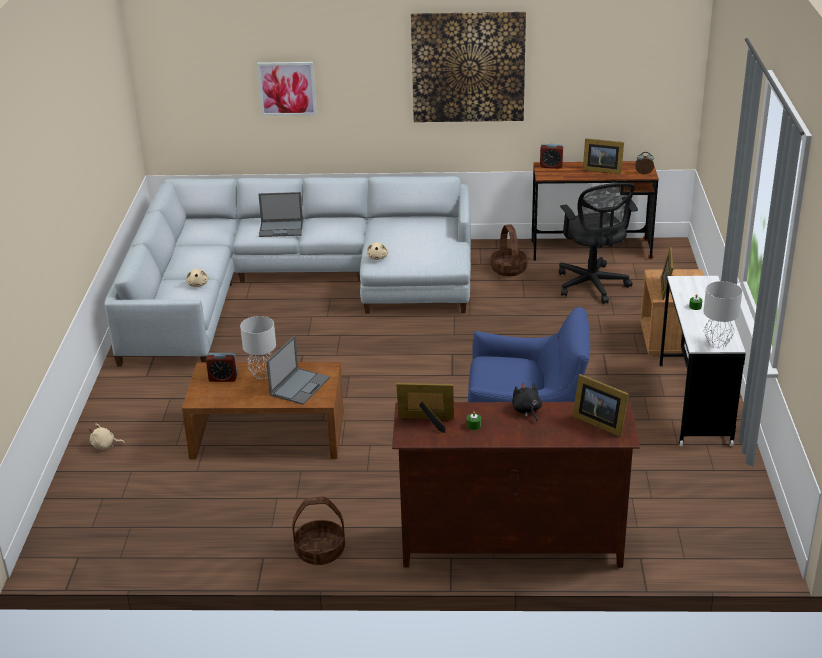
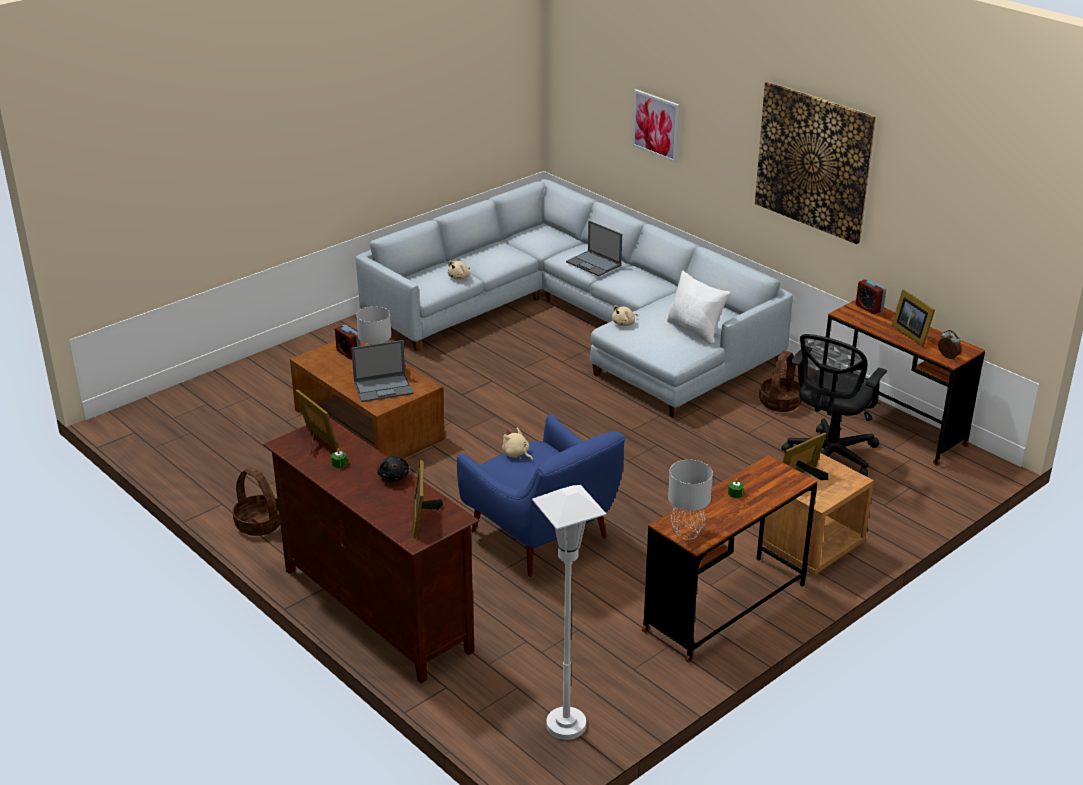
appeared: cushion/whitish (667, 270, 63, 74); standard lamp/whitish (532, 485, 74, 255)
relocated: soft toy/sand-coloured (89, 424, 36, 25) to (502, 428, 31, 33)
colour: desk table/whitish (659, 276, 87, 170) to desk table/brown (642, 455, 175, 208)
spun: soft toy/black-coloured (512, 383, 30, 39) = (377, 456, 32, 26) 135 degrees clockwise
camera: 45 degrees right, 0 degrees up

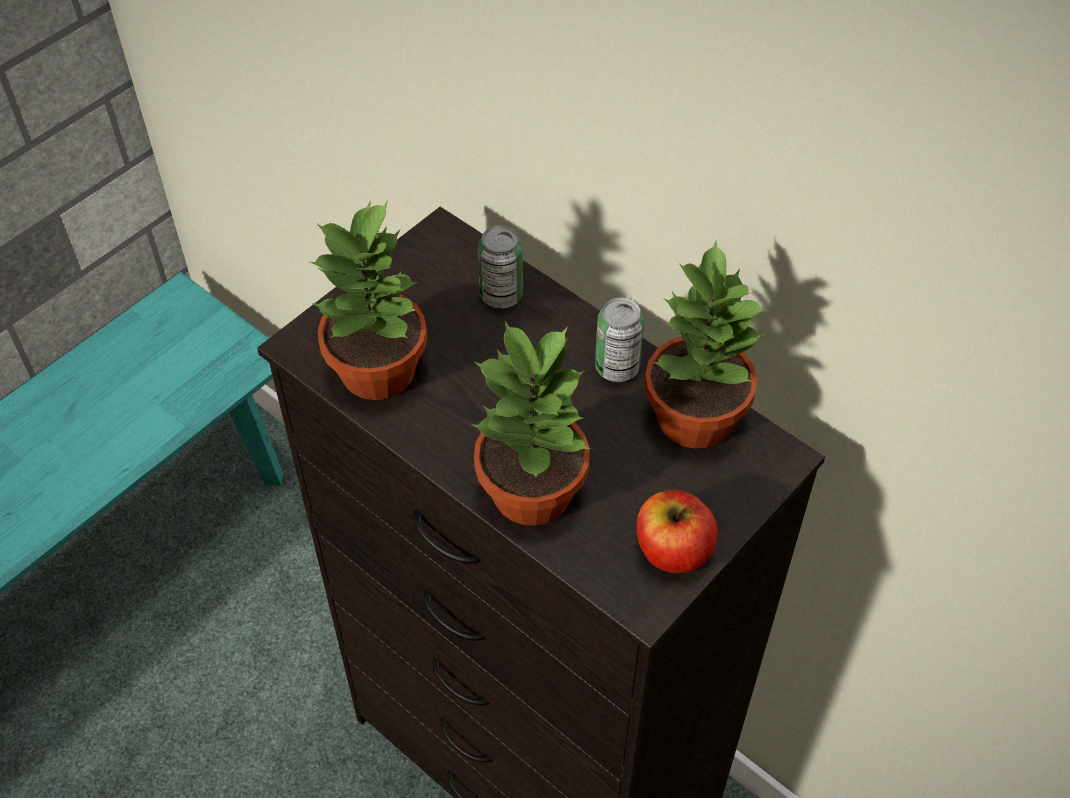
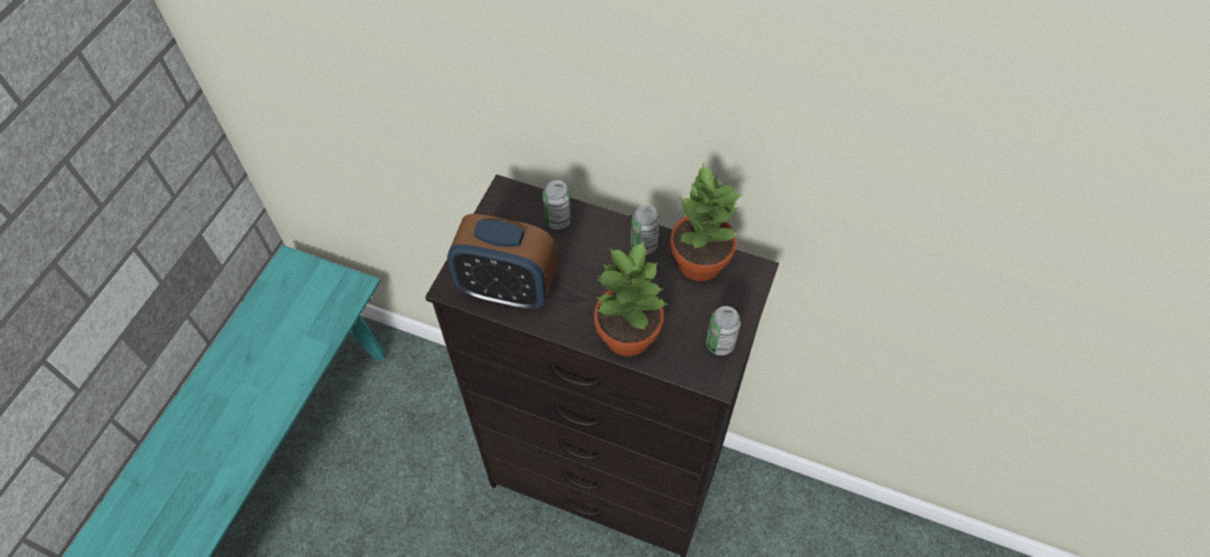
exchanged: plant in a pot (310, 201, 117, 199) to bedside clock (447, 214, 110, 96); apple fruit (637, 490, 81, 83) to sealed can (706, 306, 35, 50)
camera: 20 degrees left, 5 degrees up

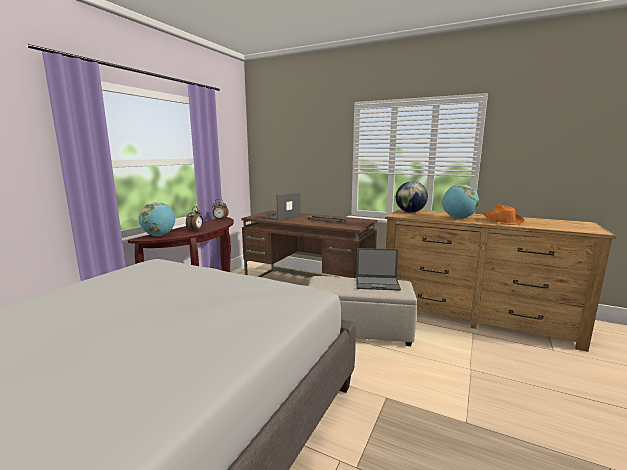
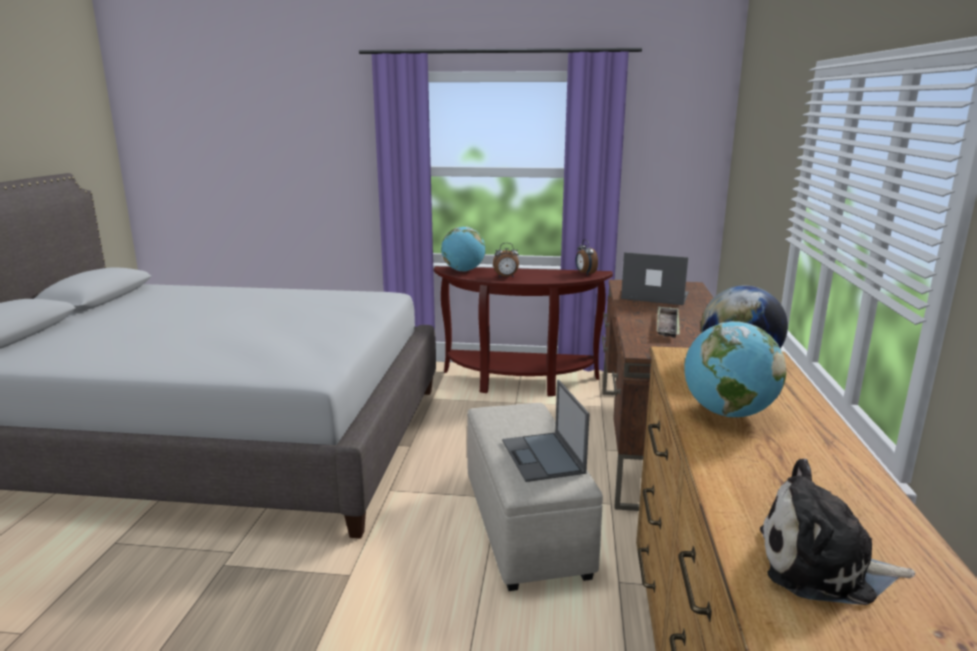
missing: clothing hat/orangey (483, 204, 42, 21)
appeared: soft toy (760, 459, 155, 146)
camera: 70 degrees right, 5 degrees up

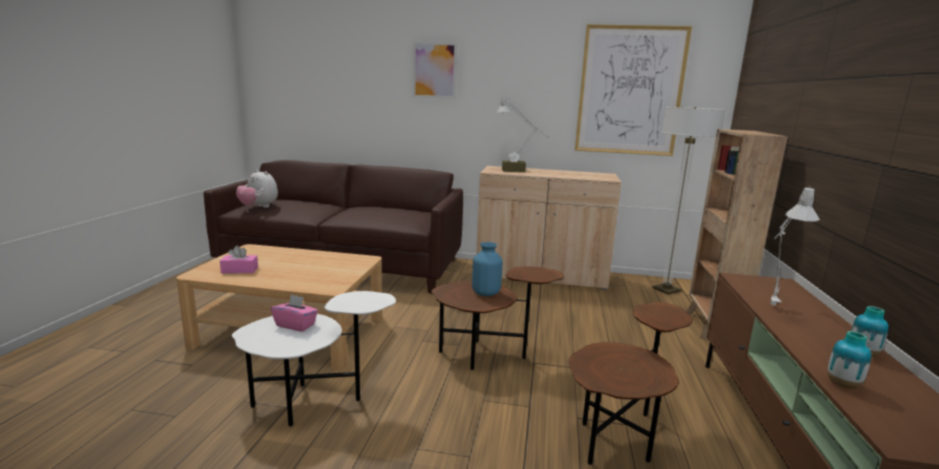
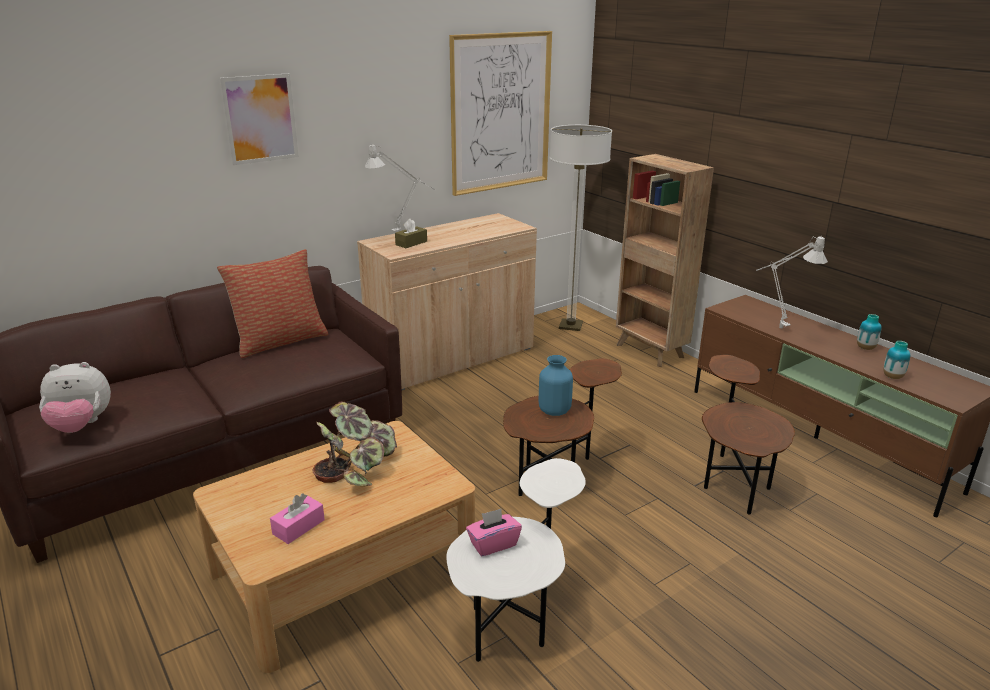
appeared: cushion (217, 249, 111, 109); plant in a pot (313, 401, 84, 85)
camera: 45 degrees left, 10 degrees up

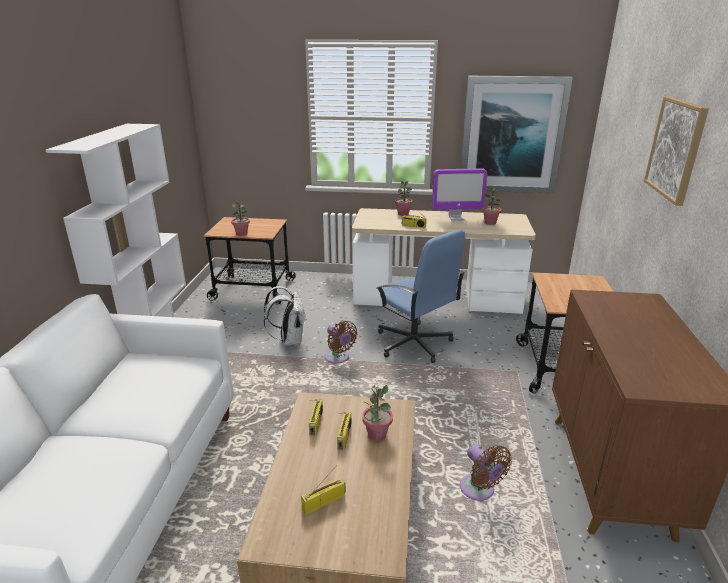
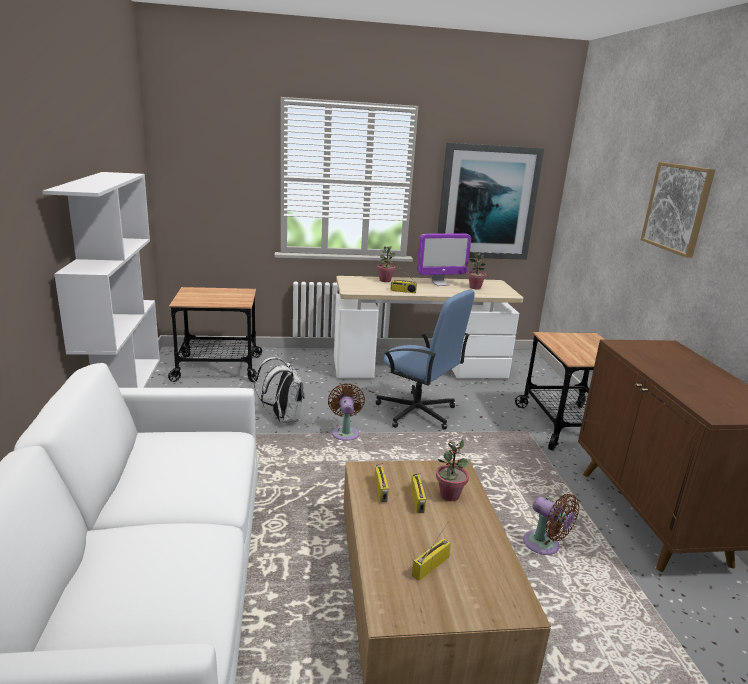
missing: plant in a pot (231, 201, 19, 35)
spun: cooling fan/brown (325, 321, 33, 43) = (328, 383, 37, 58) 135 degrees counterclockwise
camera: 15 degrees left, 5 degrees down

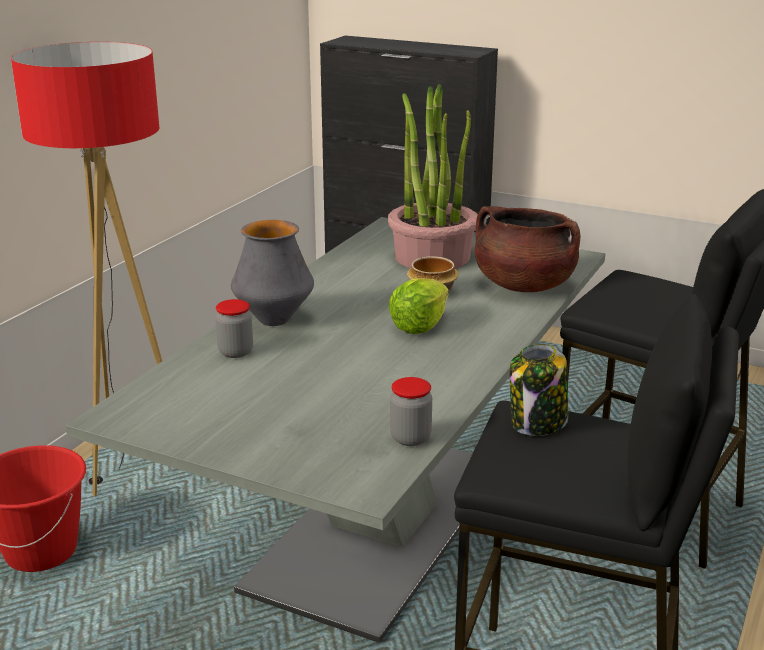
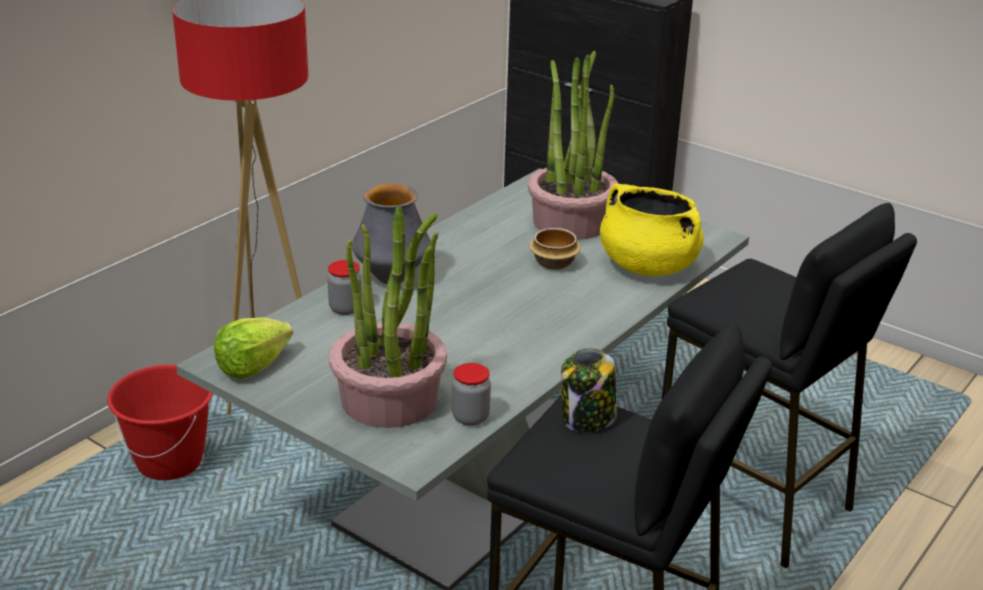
appeared: plant in a pot (329, 205, 118, 223)
relocated: lettuce (389, 279, 60, 55) to (214, 317, 79, 62)
colour: stockpot/brown (475, 206, 105, 86) to stockpot/yellowish (600, 183, 104, 93)
camera: 10 degrees right, 5 degrees up

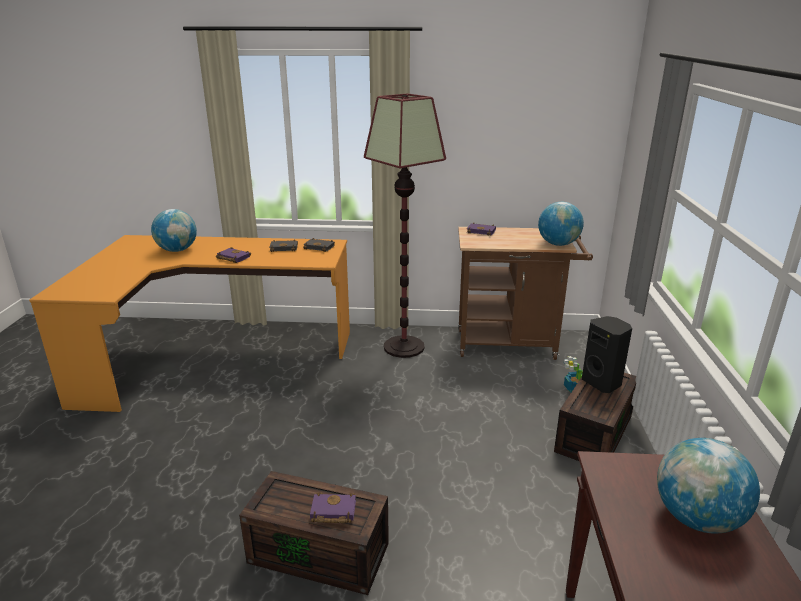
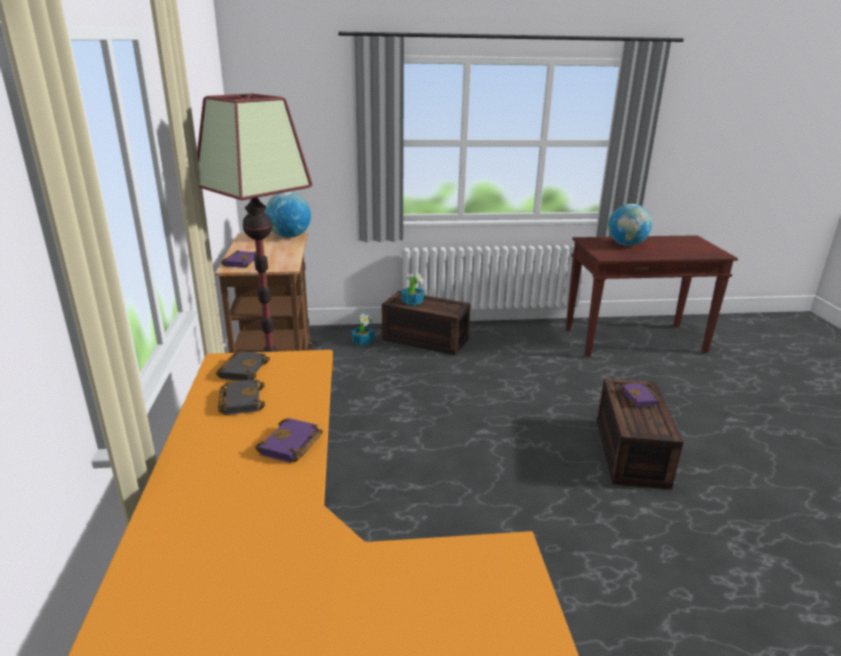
missing: globe (151, 209, 46, 43)
exchanged: loudspeaker/black-coloured (582, 316, 50, 77) to plant in a pot (402, 272, 22, 34)
camera: 100 degrees left, 0 degrees up

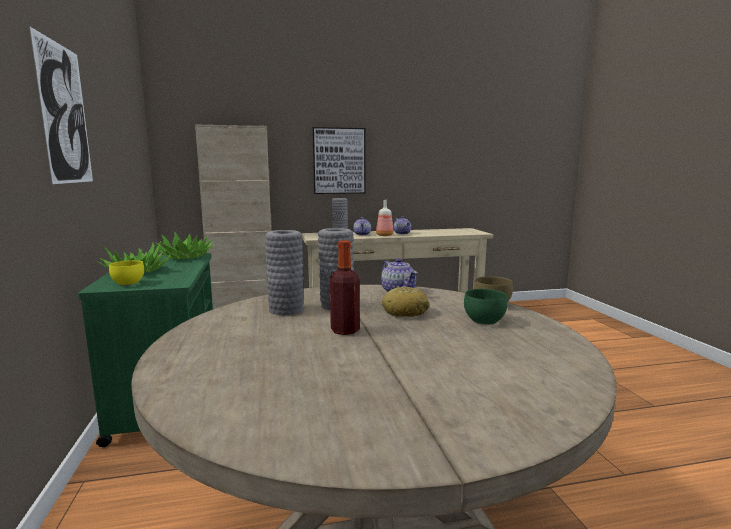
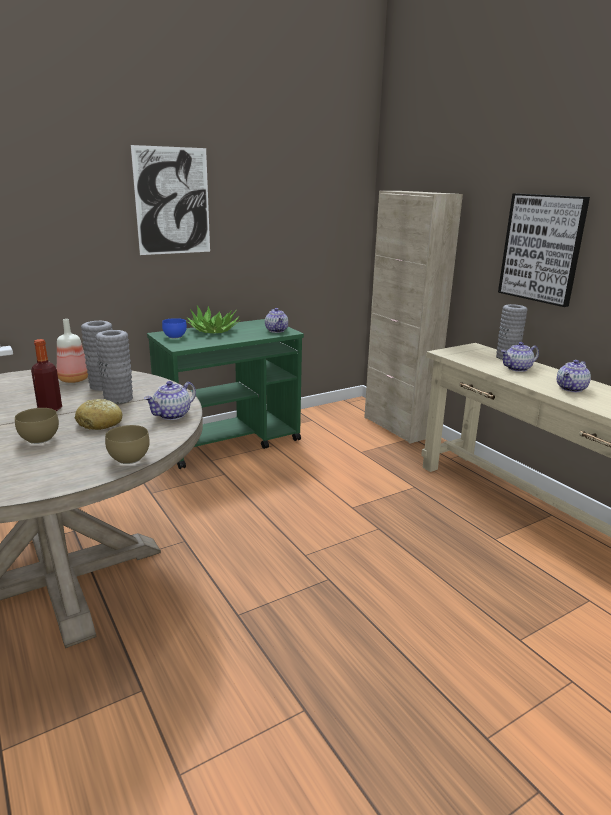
missing: bowl/green (464, 289, 44, 36)
appeared: bowl/brown (15, 408, 44, 36)
relocated: beverage bottle (376, 200, 17, 36) to (57, 319, 31, 64)
exchanged: plant in a pot (155, 232, 60, 27) to pot for tea (265, 308, 23, 25)
colour: bowl/yellowish (109, 260, 35, 26) to bowl/blue-coloured (162, 318, 25, 20)
camera: 70 degrees right, 10 degrees up

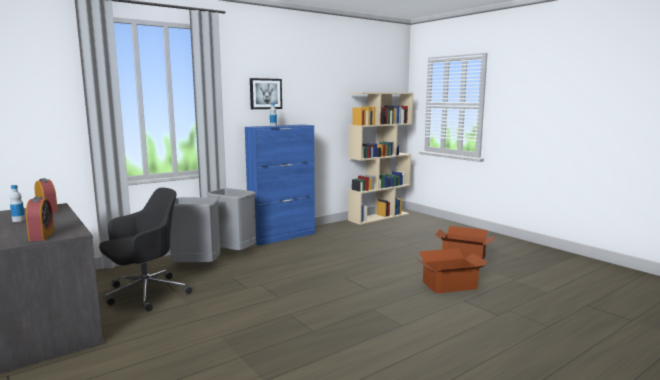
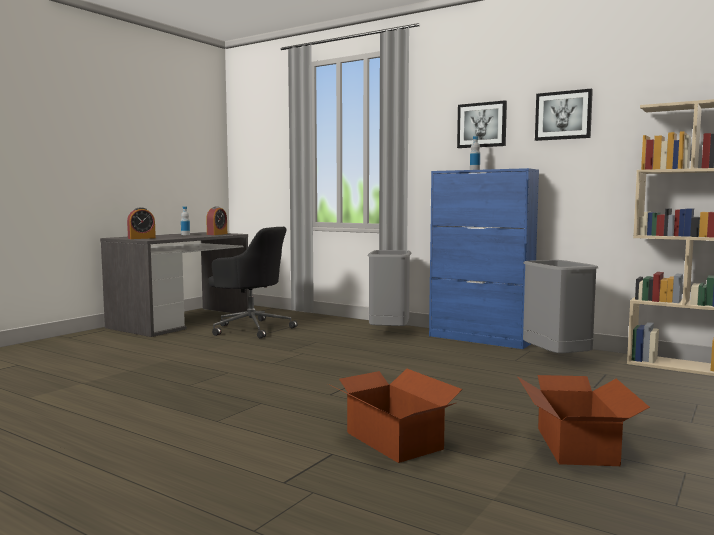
appeared: wall art (535, 89, 58, 52)
relocated: trash can/grey (170, 197, 50, 65) to (523, 260, 75, 93)
camera: 70 degrees right, 5 degrees down

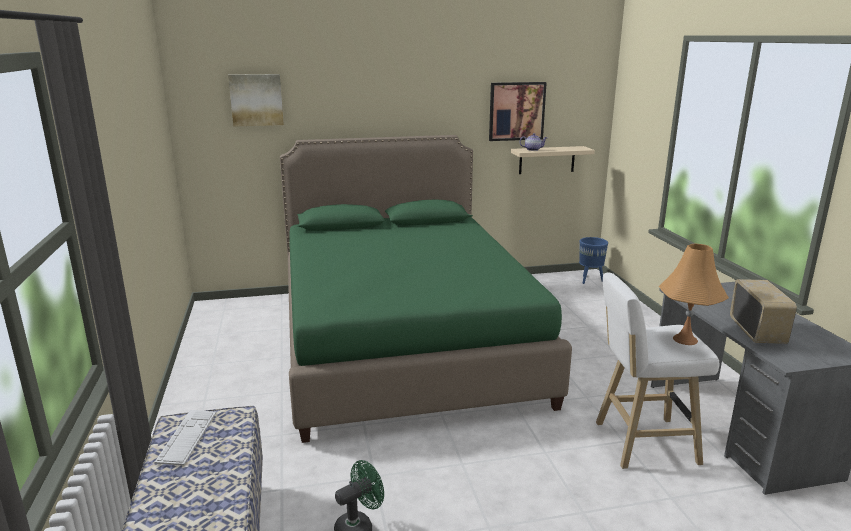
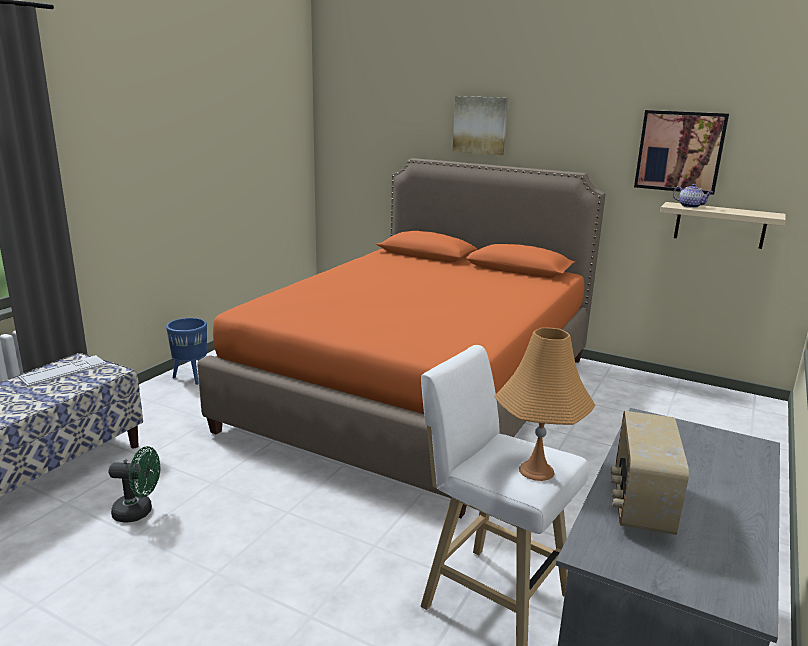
relocated: wall art (228, 74, 56, 53) to (453, 96, 55, 59); plant pot/blue-coloured (579, 237, 29, 47) to (166, 318, 41, 67)
colour: bed/green (280, 135, 292, 308) to bed/orangey (197, 158, 409, 360)
spun: radio set (730, 279, 67, 65) = (610, 411, 79, 124) 150 degrees clockwise
camera: 40 degrees right, 0 degrees up

